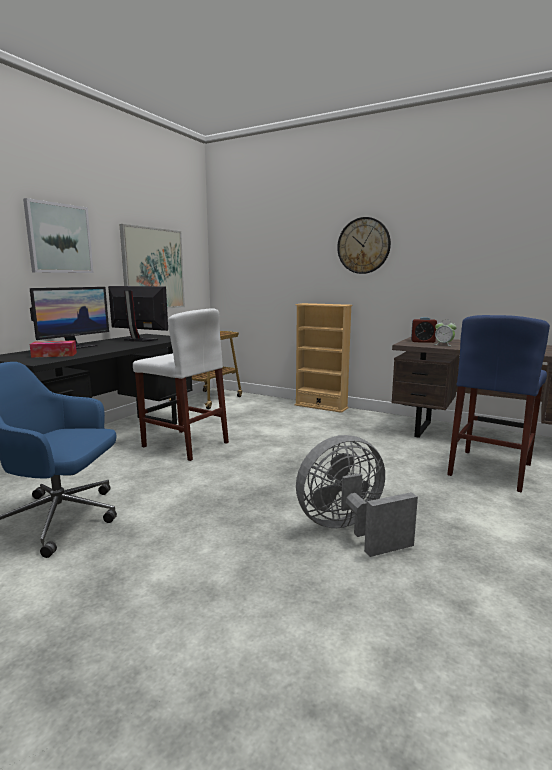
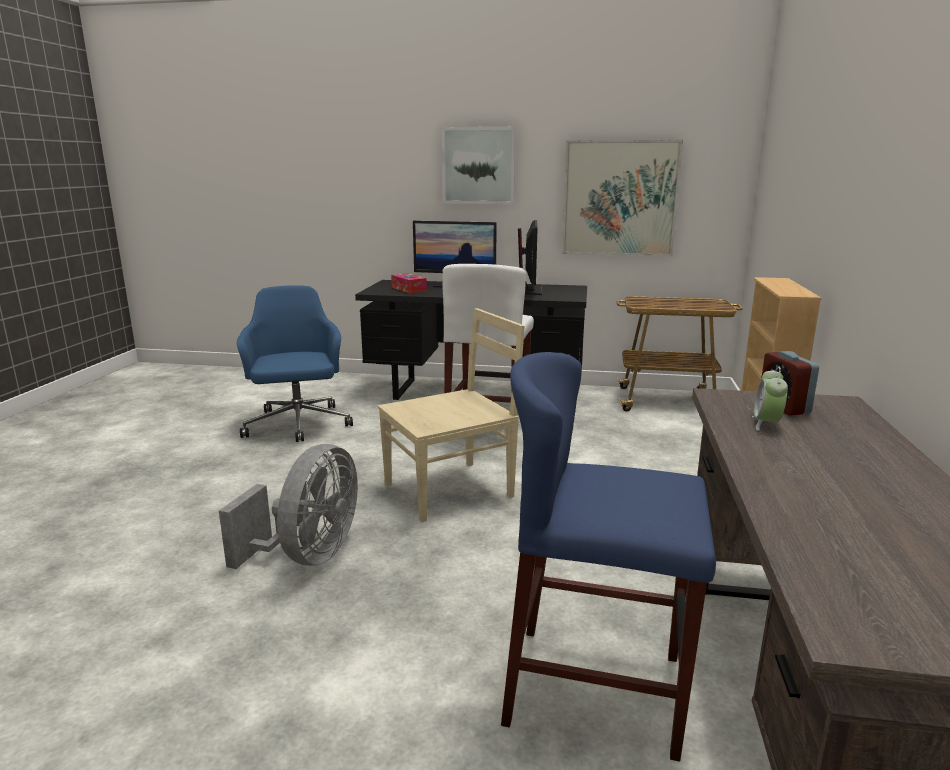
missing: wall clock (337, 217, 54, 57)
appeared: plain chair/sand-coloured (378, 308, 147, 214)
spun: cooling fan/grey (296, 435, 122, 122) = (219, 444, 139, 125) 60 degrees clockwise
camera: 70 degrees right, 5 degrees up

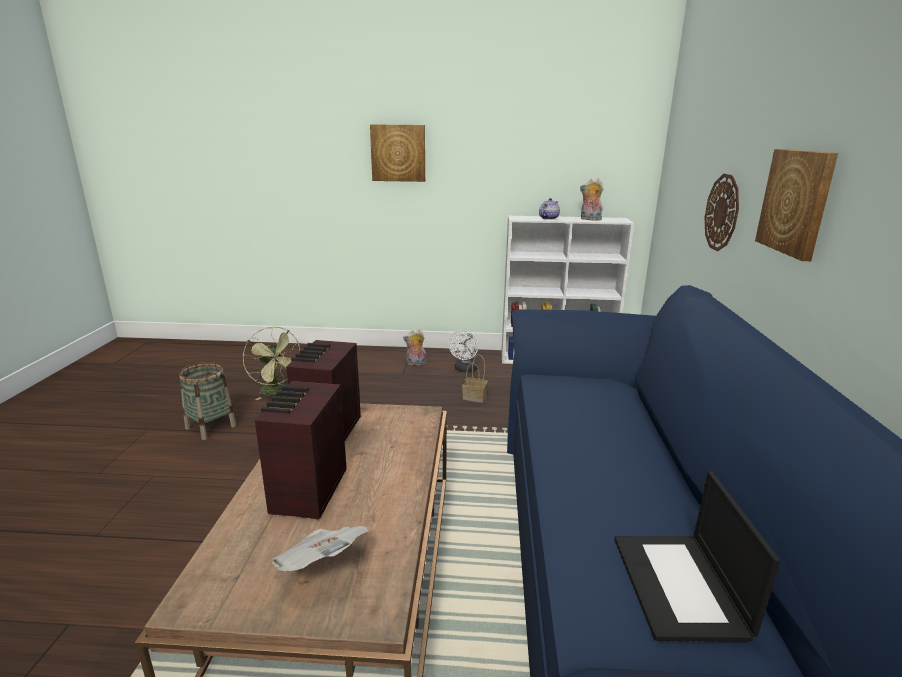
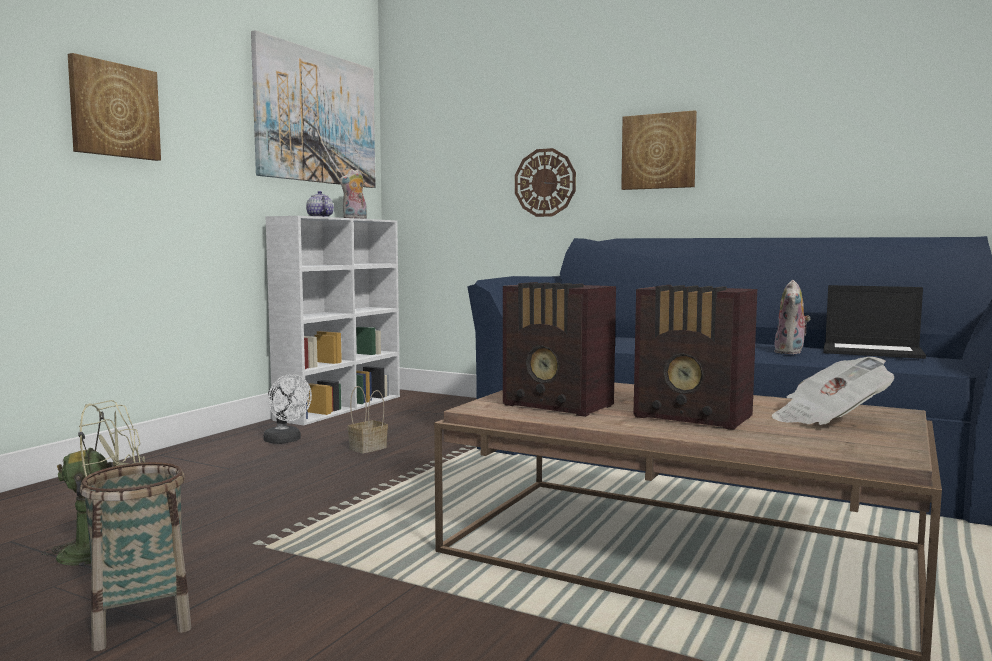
appeared: wall art (251, 30, 125, 158)
relocated: soft toy (403, 329, 23, 37) to (775, 280, 35, 74)
camera: 65 degrees left, 15 degrees down

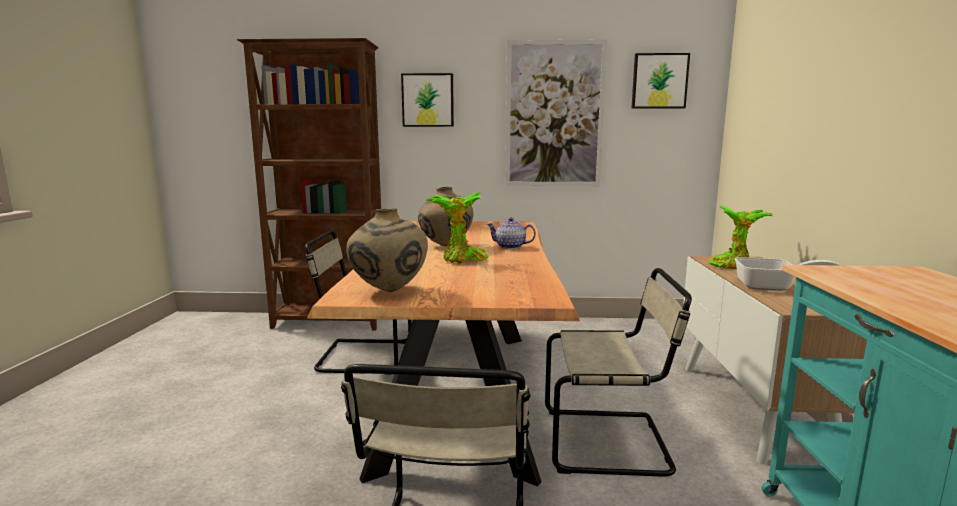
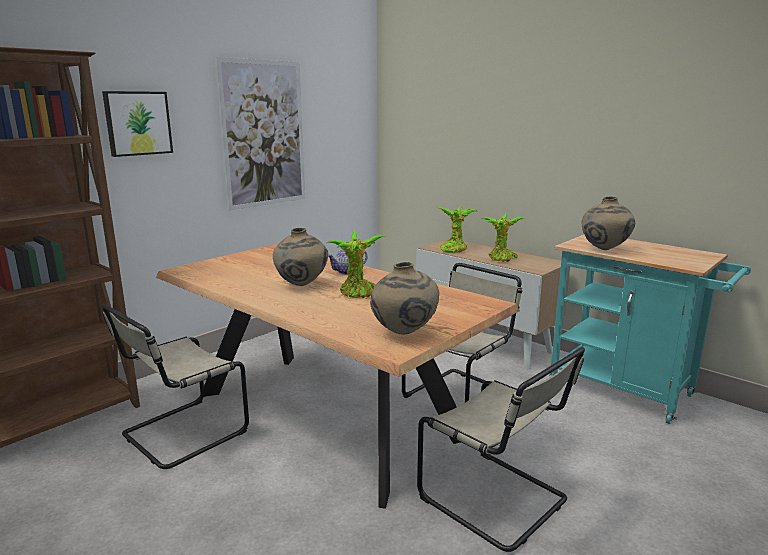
missing: wall art (631, 53, 59, 56)
appeared: flower vase/sand-coloured (582, 196, 53, 54)
exchanged: skillet (735, 257, 105, 34) to plant in a pot (482, 213, 42, 49)
camera: 50 degrees left, 5 degrees up

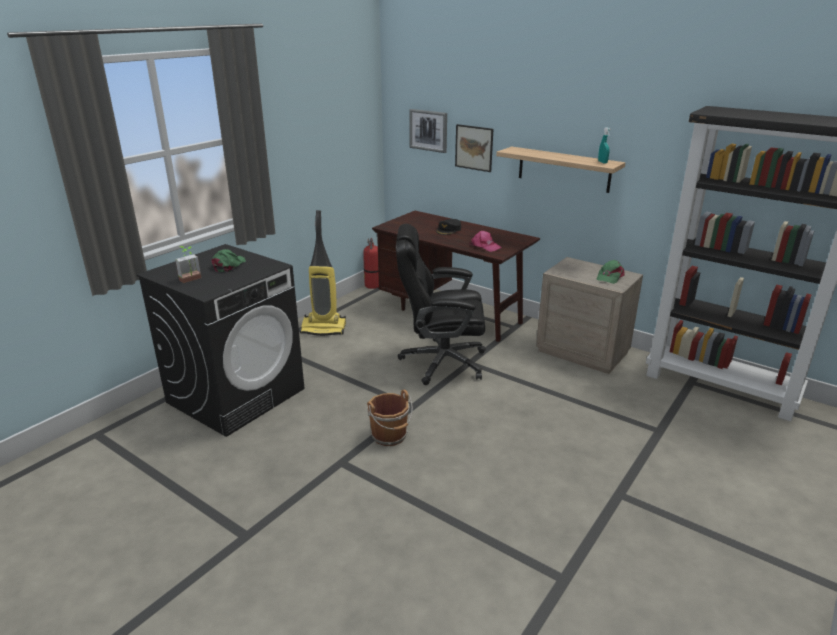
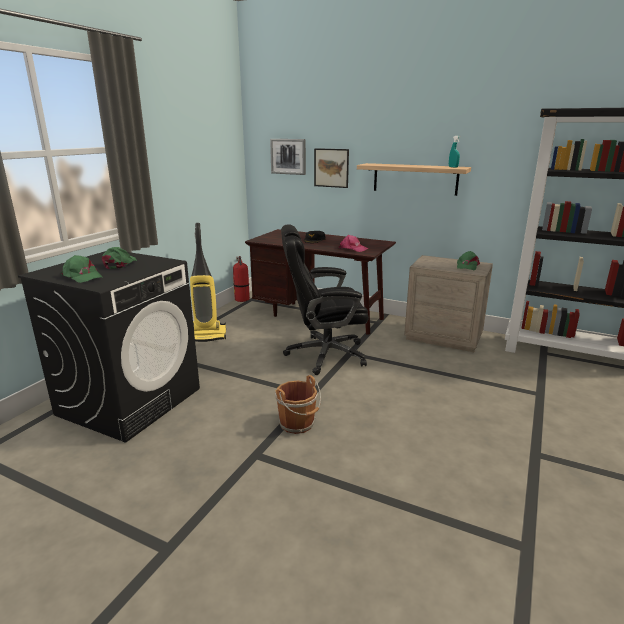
exchanged: plant in a pot (175, 246, 27, 37) to cap/green (61, 255, 41, 28)
camera: 10 degrees left, 5 degrees down

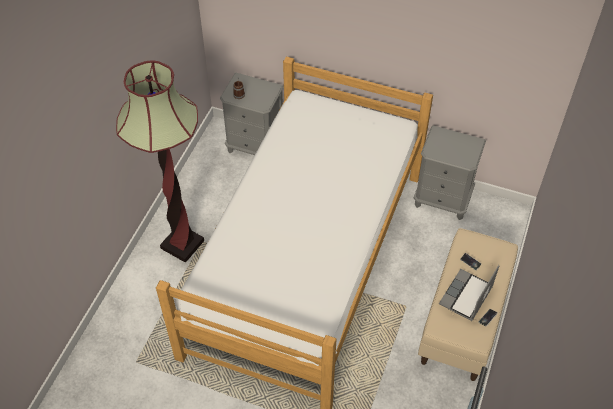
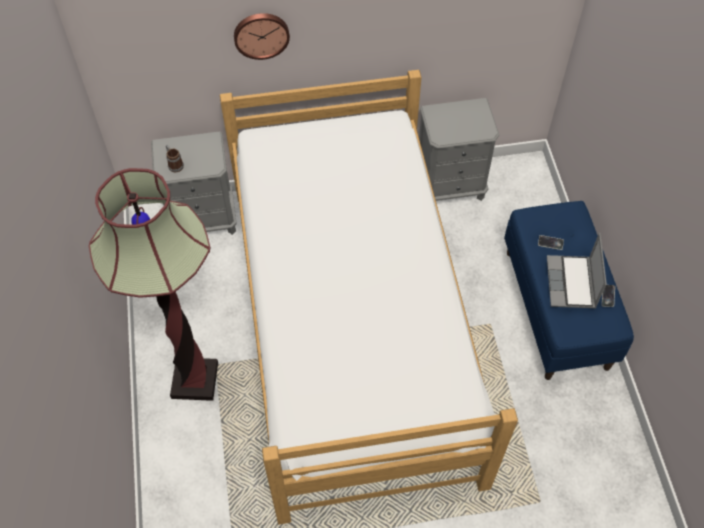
appeared: wall clock (234, 13, 56, 47)
colour: long seat/sand-coloured (418, 228, 100, 153) to long seat/blue-coloured (504, 201, 130, 179)
camera: 30 degrees left, 5 degrees up

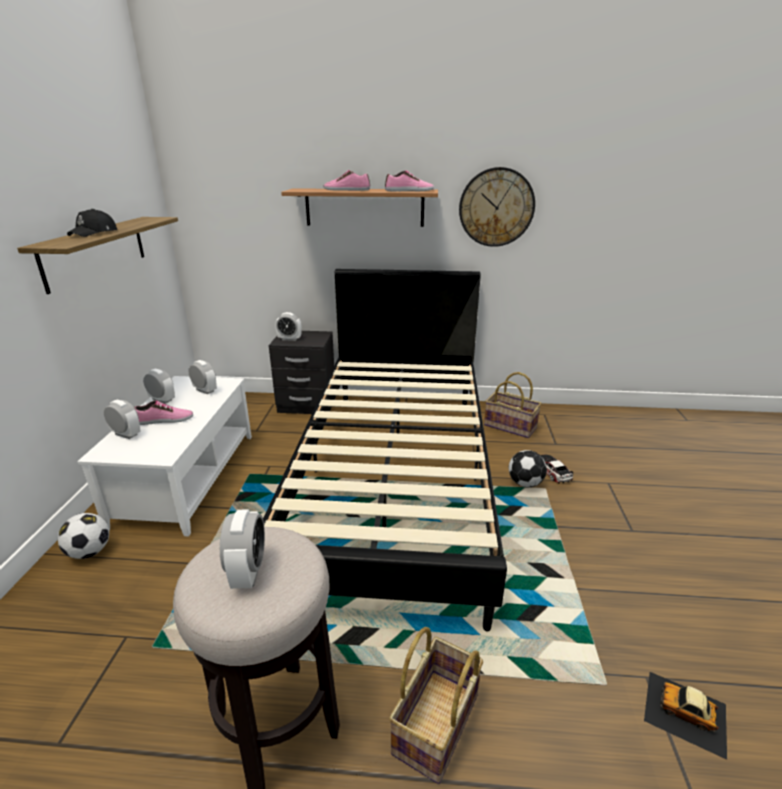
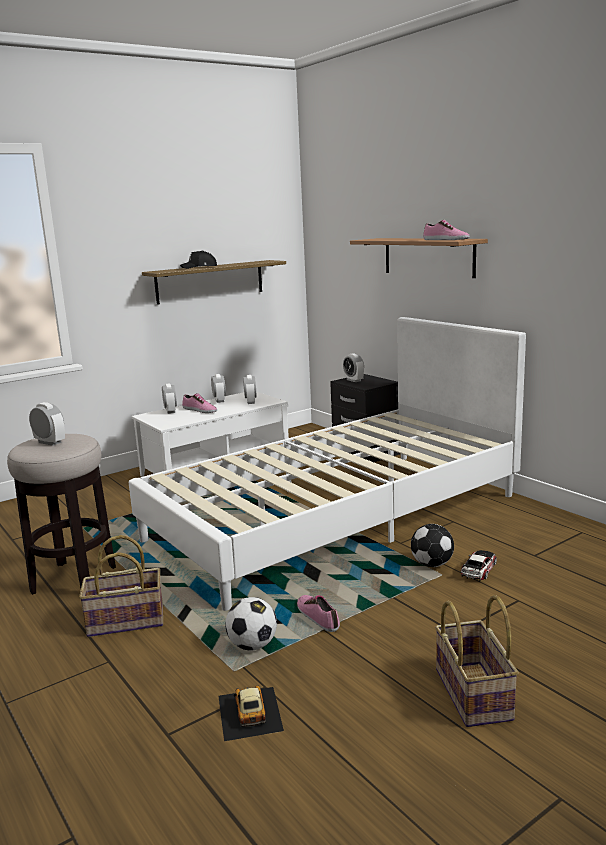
missing: wall clock (459, 167, 76, 80)
relocated: low shoe (324, 170, 46, 21) to (297, 595, 43, 37); household basket (484, 372, 58, 66) to (435, 595, 84, 132); football ball (58, 513, 51, 46) to (225, 597, 52, 53)
colour: bed/black-coloured (263, 269, 244, 363) to bed/whitish (128, 317, 398, 294)
spun: bedside clock (220, 509, 45, 80) = (29, 402, 36, 44) 105 degrees counterclockwise
camera: 50 degrees right, 10 degrees down

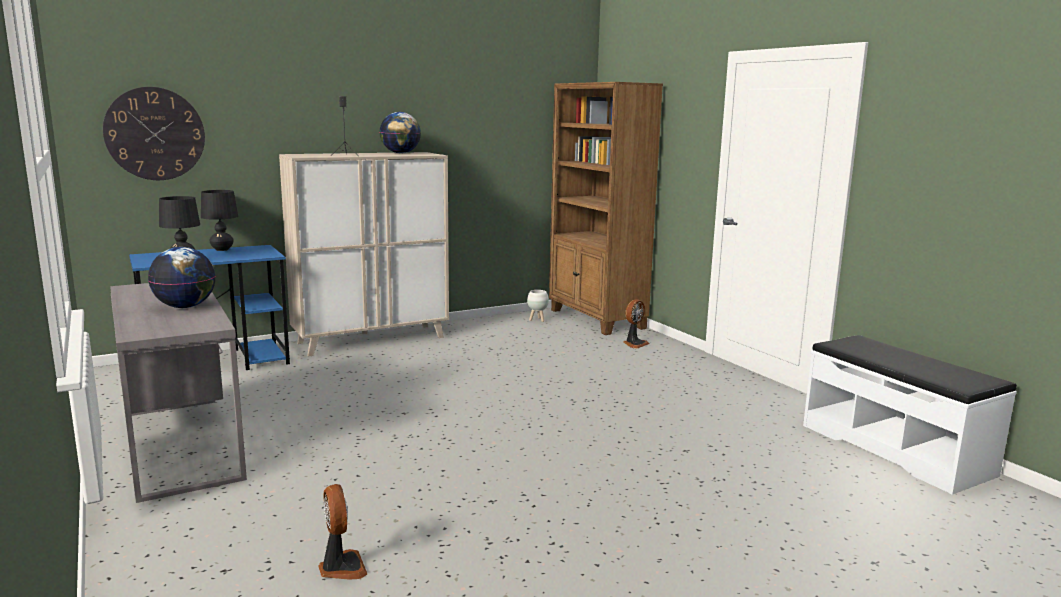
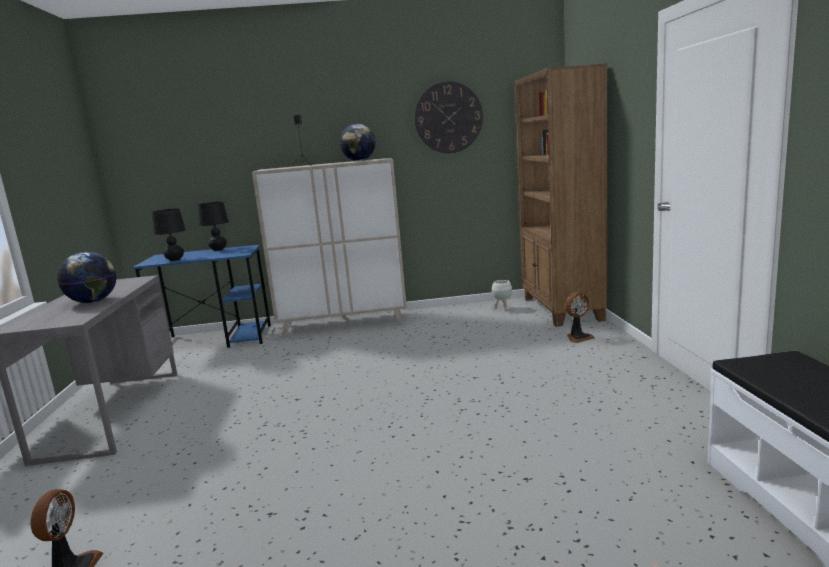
relocated: wall clock (103, 87, 102, 93) to (414, 81, 69, 72)
camera: 25 degrees right, 0 degrees up

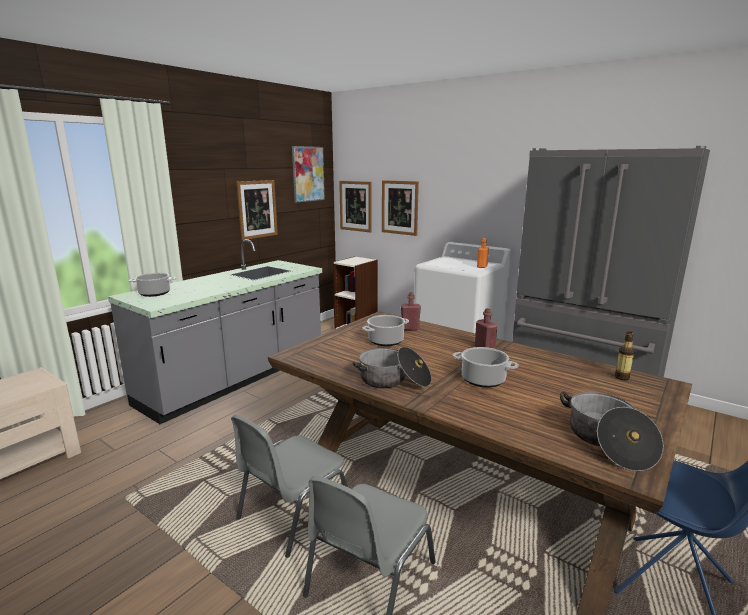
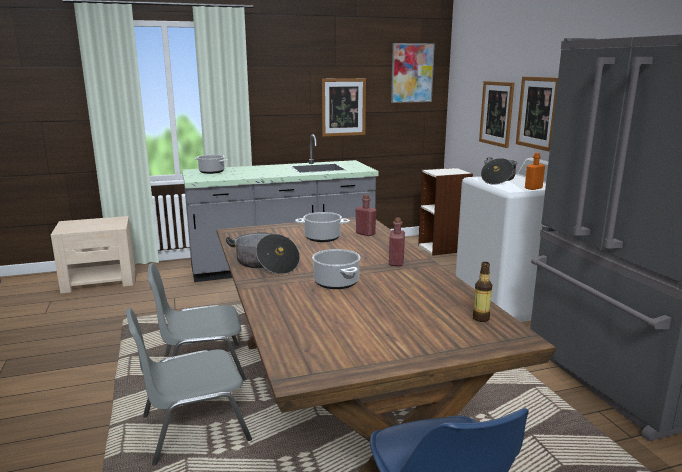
relocated: wall art (339, 181, 33, 51) to (516, 76, 42, 76); stockpot (560, 391, 104, 80) to (481, 157, 36, 28)
camera: 35 degrees right, 0 degrees up

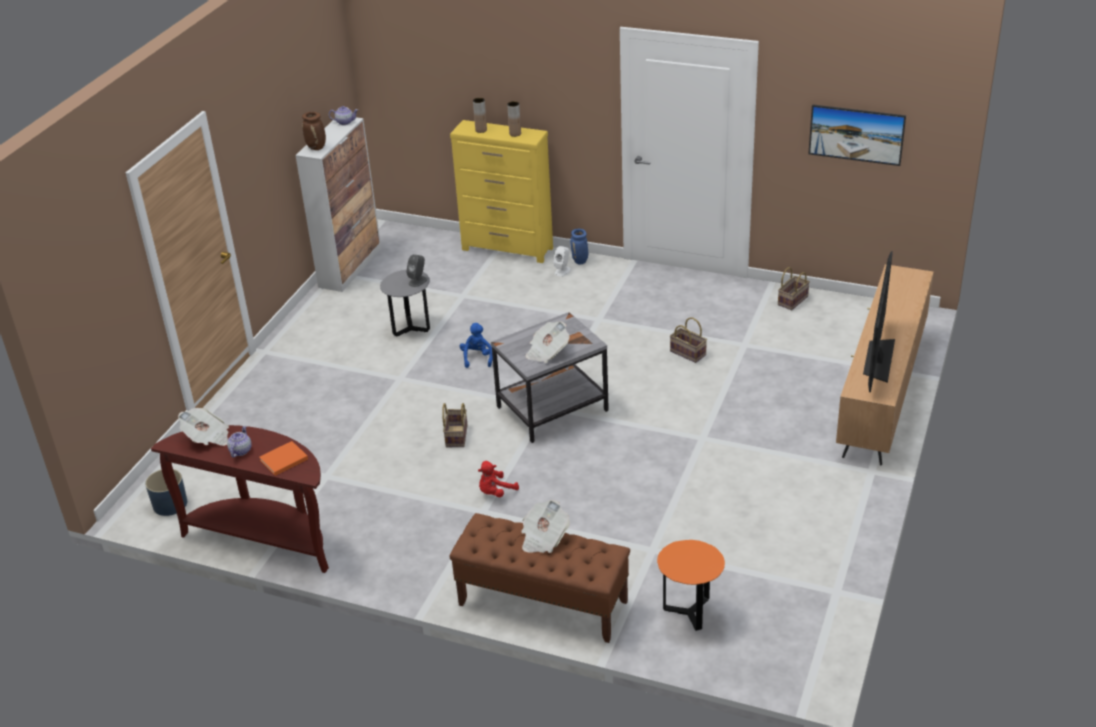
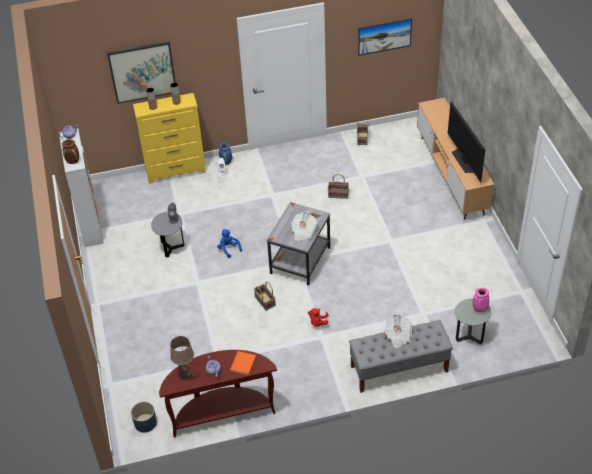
appeared: wall art (107, 41, 69, 63); flower vase/pink (472, 288, 17, 24)
exchanged: daily paper (178, 408, 51, 38) to table lamp/brown (170, 336, 24, 43)
colour: long seat/brown (449, 513, 181, 130) to long seat/grey (349, 320, 104, 73); side table/orangey (657, 540, 68, 91) to side table/grey (454, 299, 37, 45)
camera: 35 degrees left, 10 degrees up

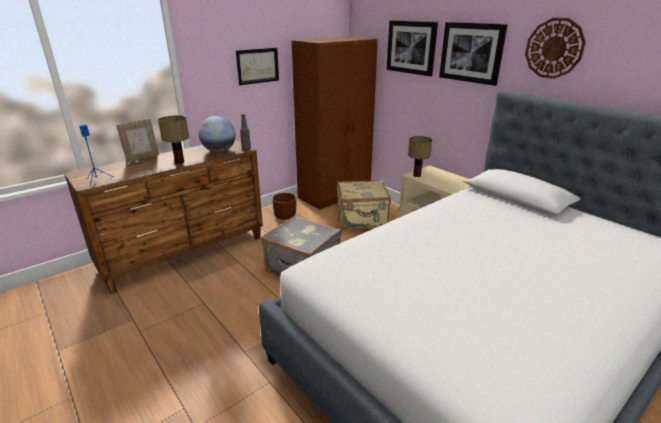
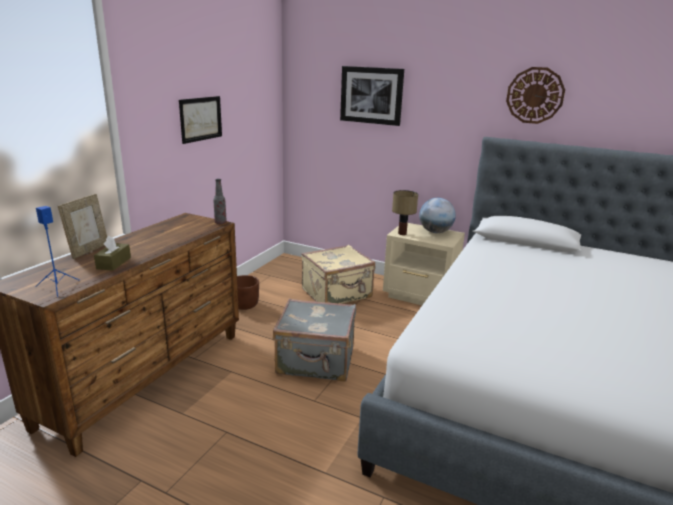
missing: wall art (439, 22, 69, 64); wardrobe/brown (292, 37, 86, 173); table lamp (158, 116, 31, 48)
appeared: tissue holder/brown (94, 236, 37, 35)
relocated: globe (199, 116, 37, 36) to (419, 198, 37, 35)
camera: 25 degrees left, 5 degrees down

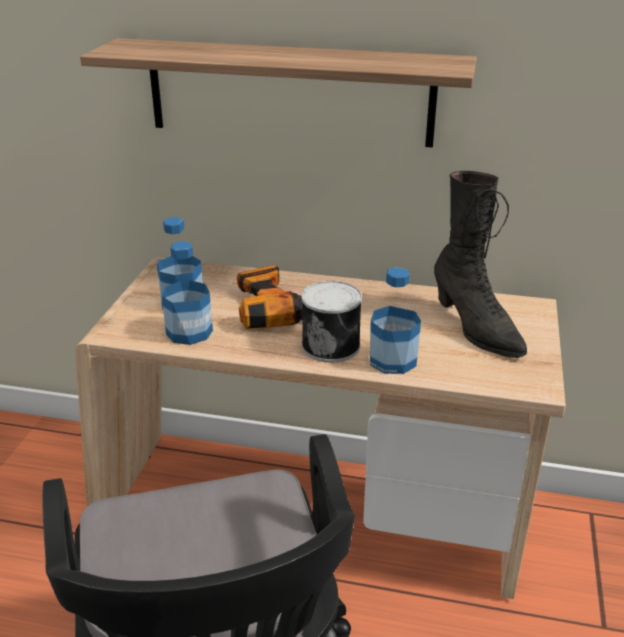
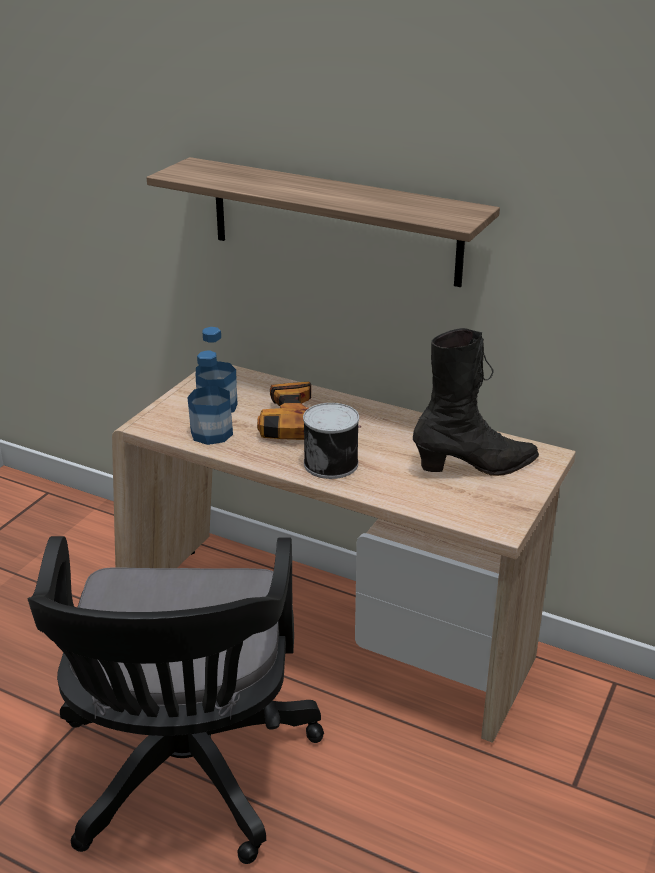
missing: beverage bottle (370, 267, 51, 107)
spun: boot/black-coloured (434, 171, 93, 187) = (413, 328, 126, 148) 90 degrees counterclockwise
camera: 15 degrees right, 0 degrees up

